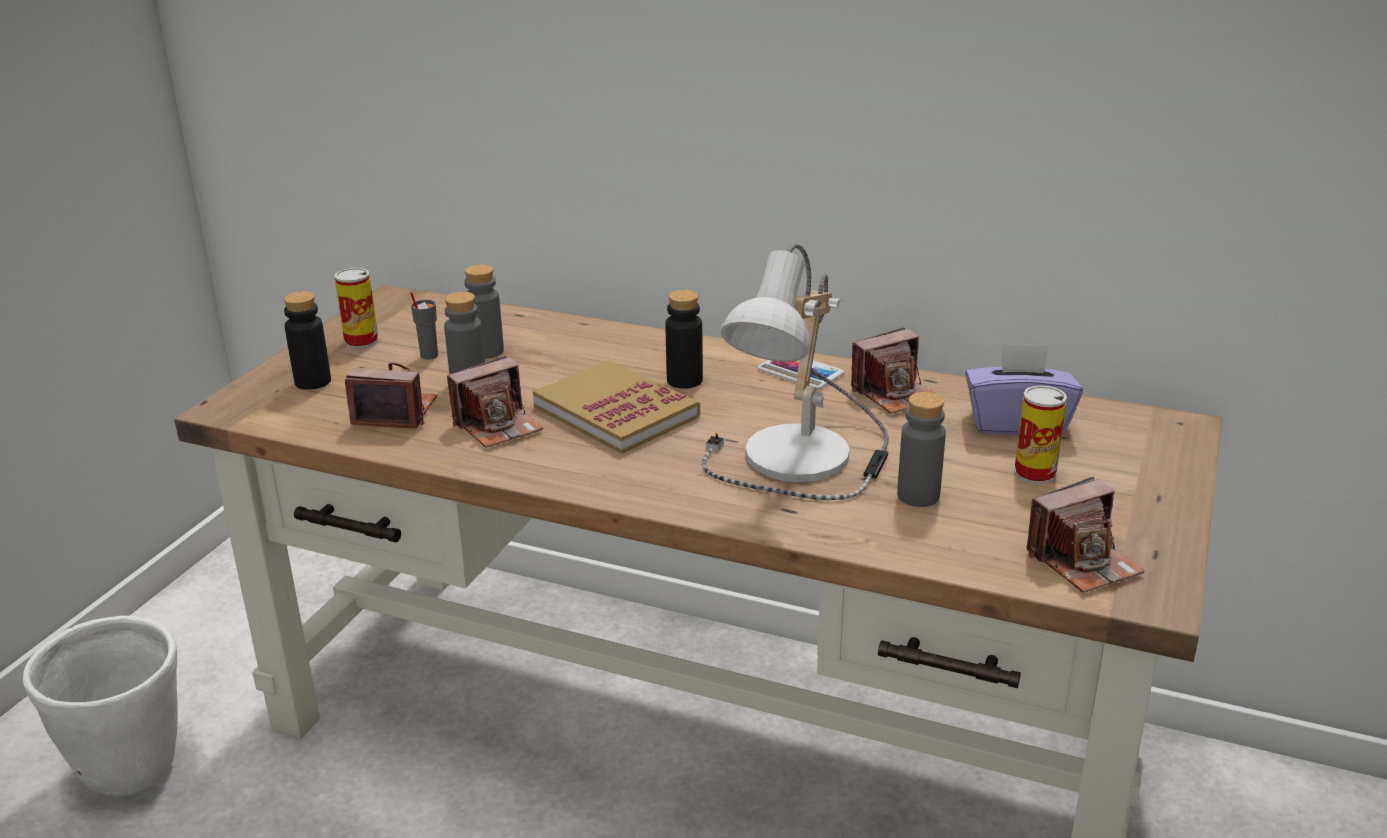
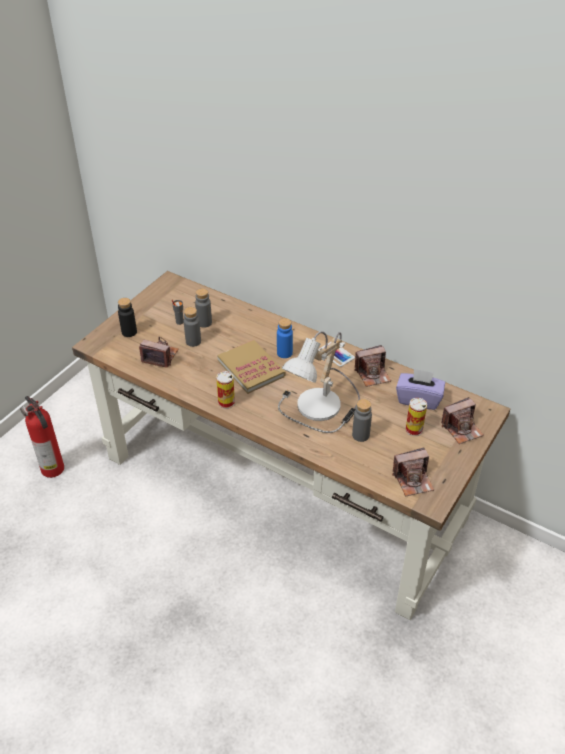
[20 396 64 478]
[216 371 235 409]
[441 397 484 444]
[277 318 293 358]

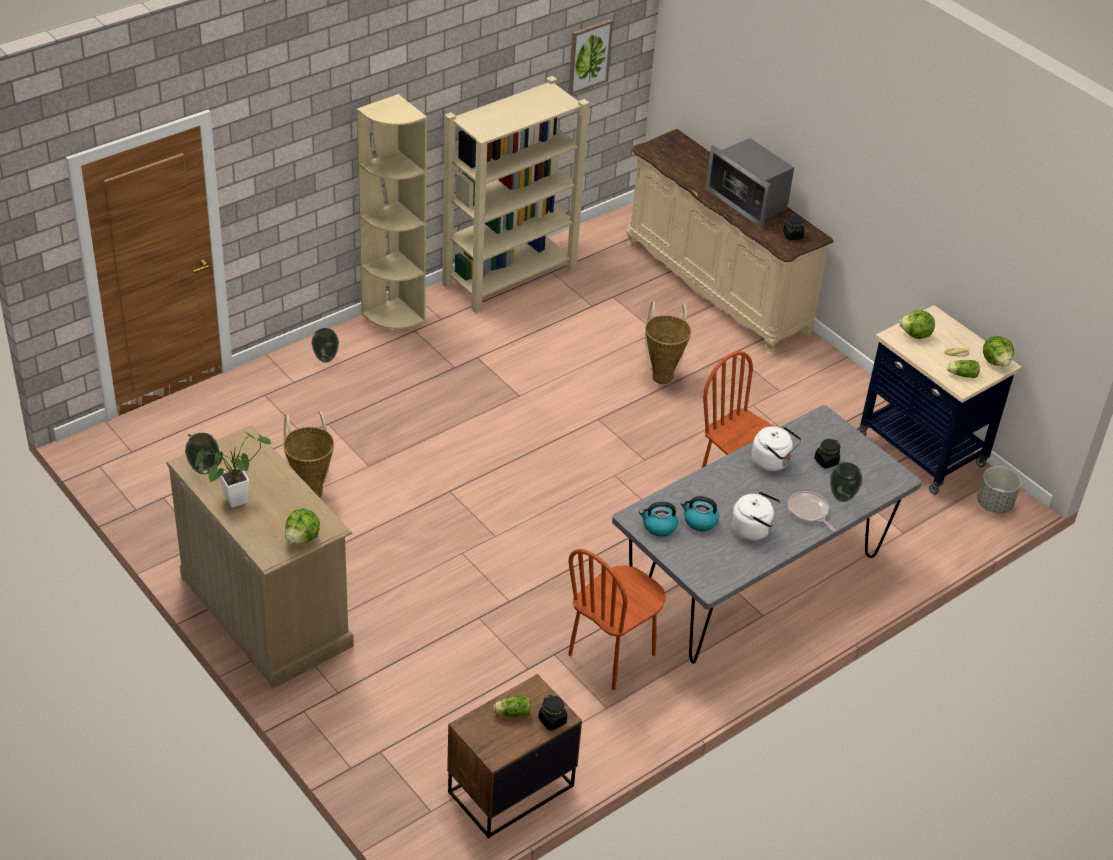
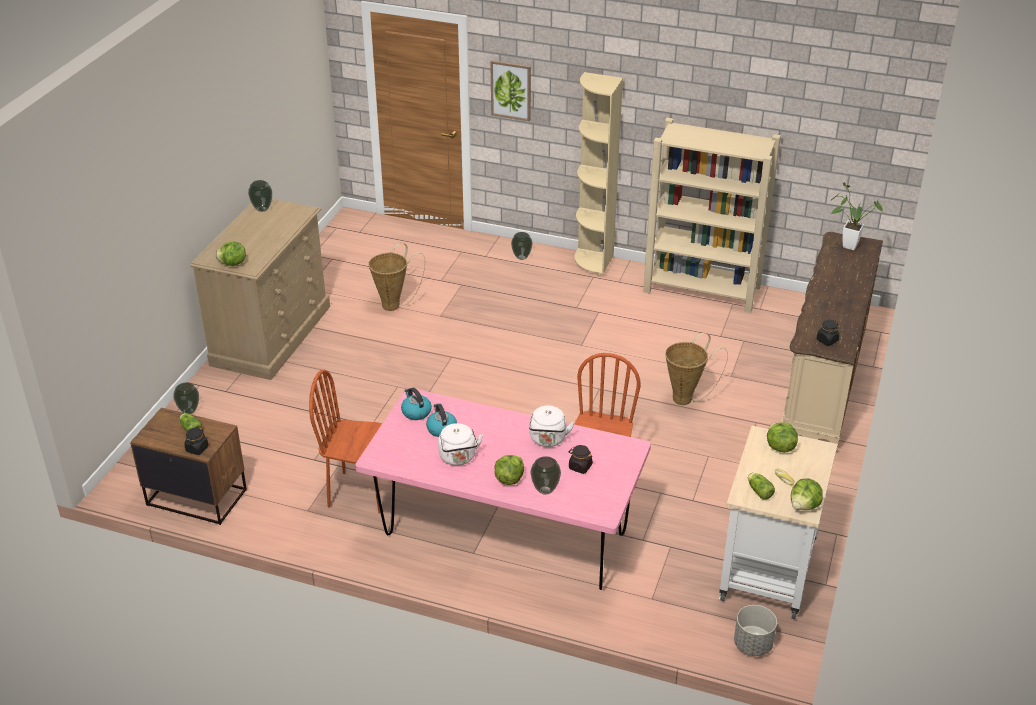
[830 183 883 250]
[490 60 531 121]
[355 388 651 590]
[705 138 794 229] (first image)
[494 455 524 485]
[719 426 838 619]
[173 383 199 414]

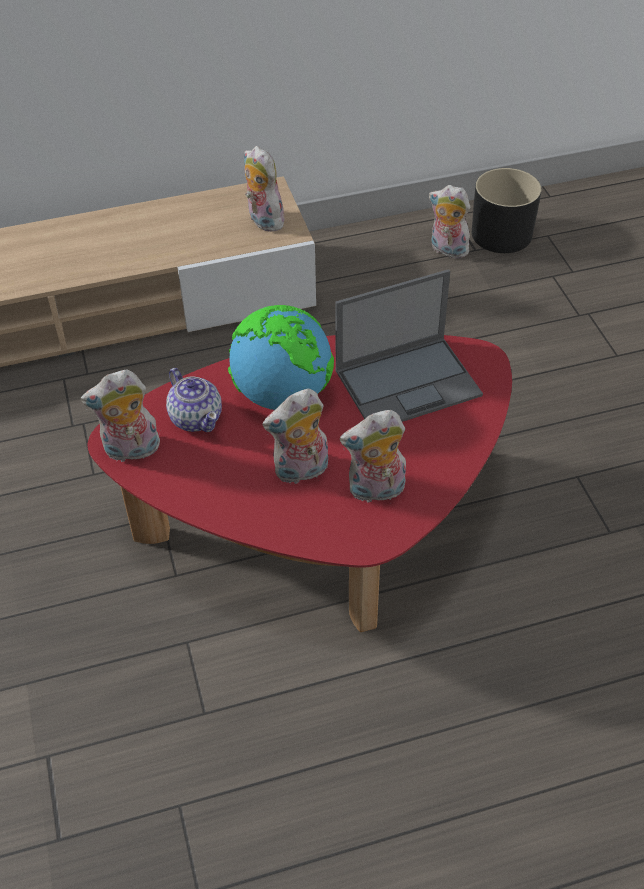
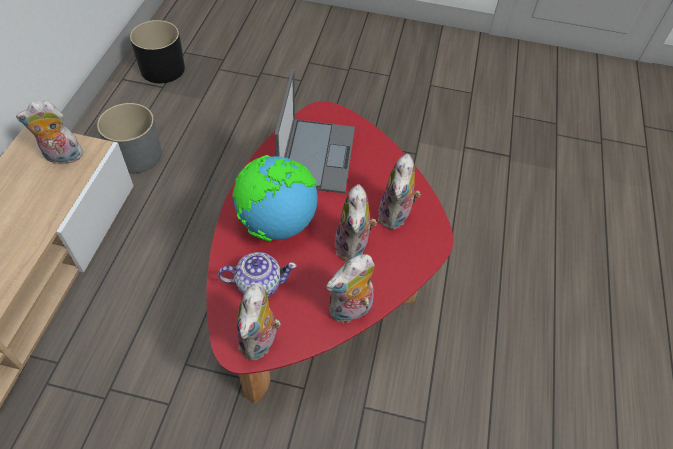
[326 254 374 323]
[97 103 162 174]

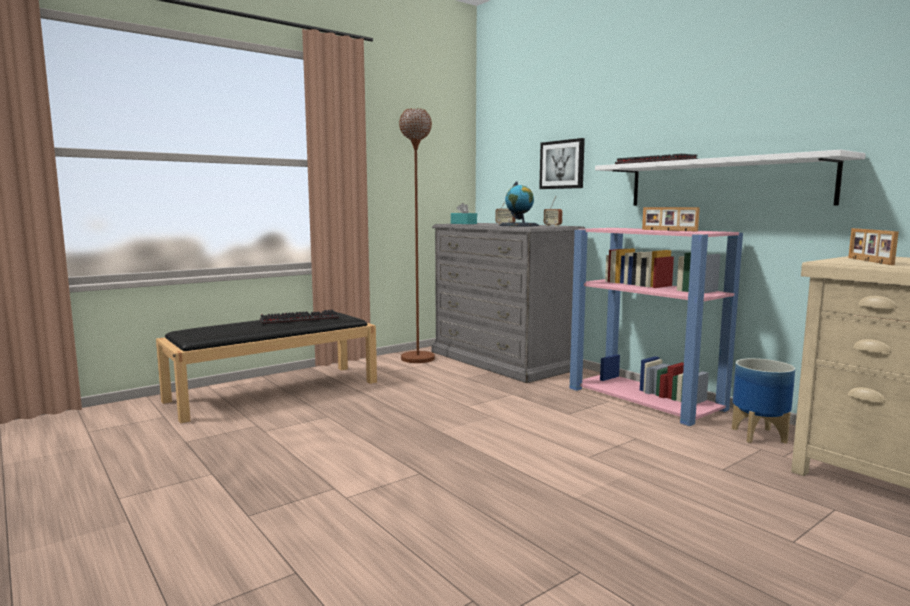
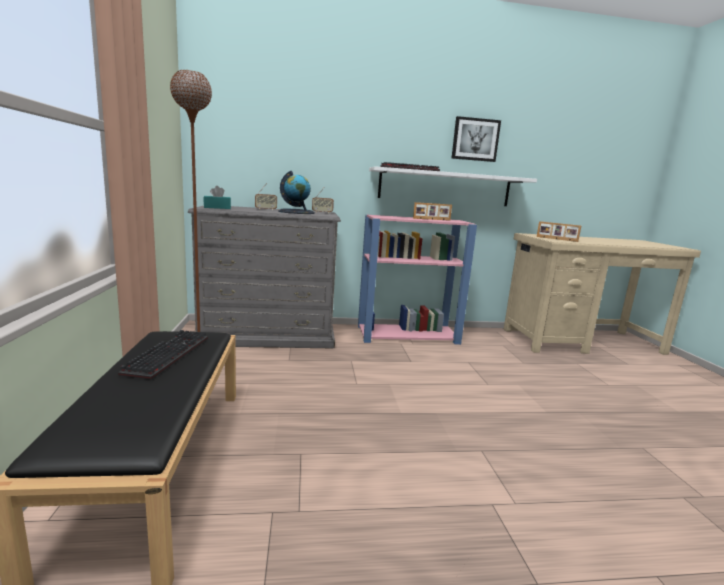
[451 116 501 162]
[732 358 795 444] (first image)

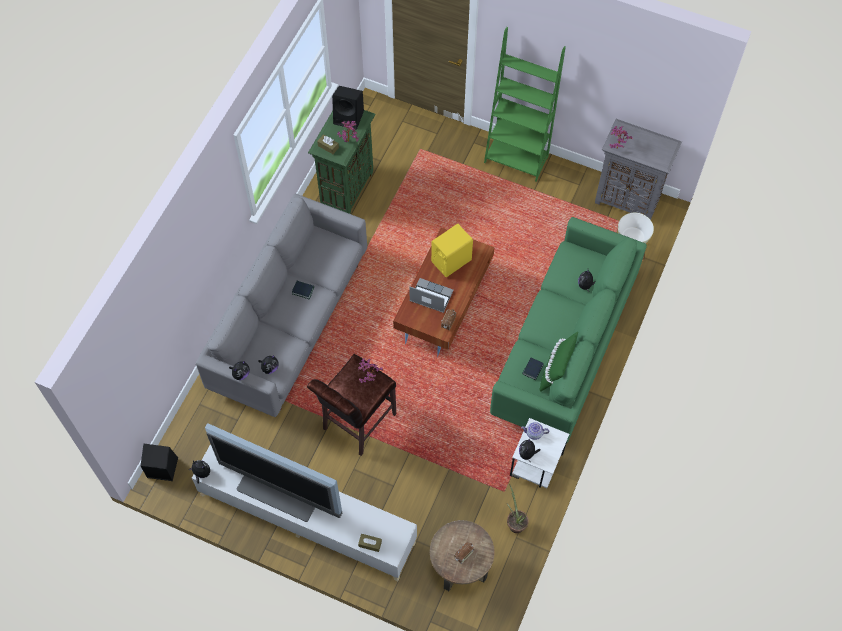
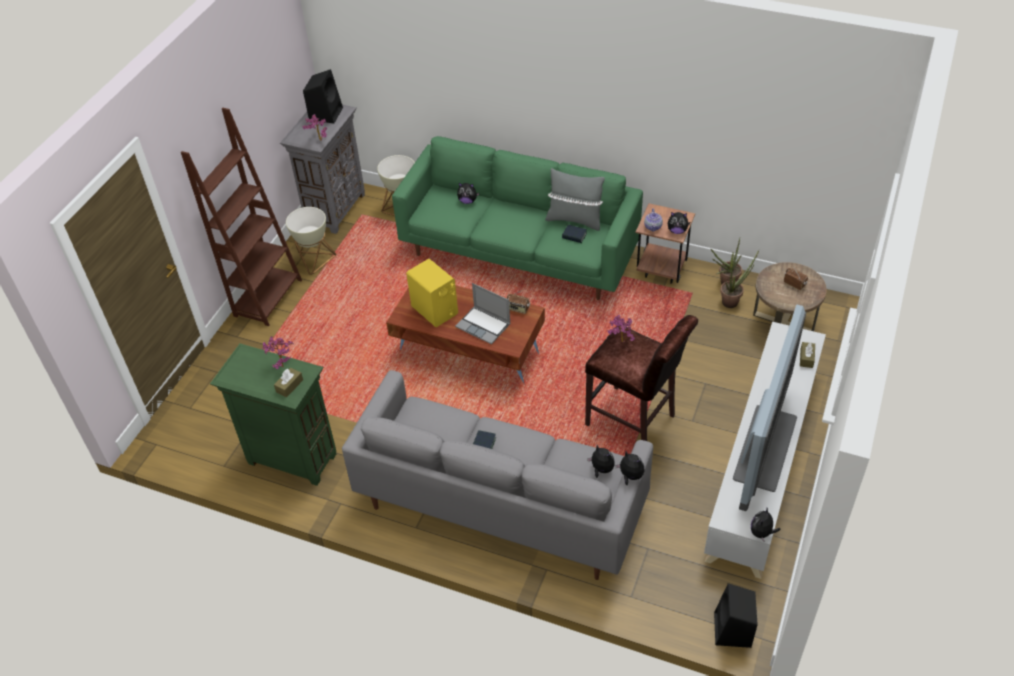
[303 69 343 123]
[455 283 511 345]
[181 108 302 326]
[636 203 695 284]
[545 168 605 231]
[286 207 336 275]
[720 250 759 308]

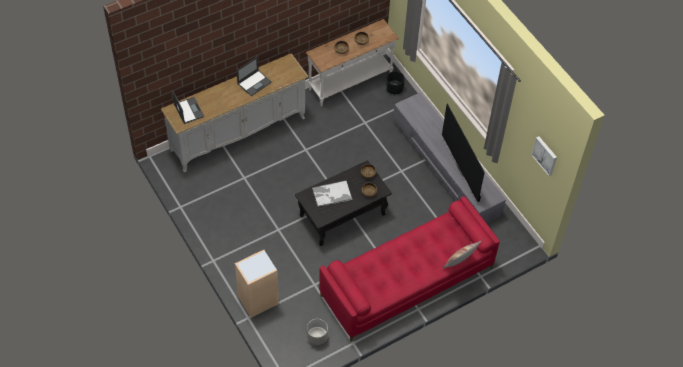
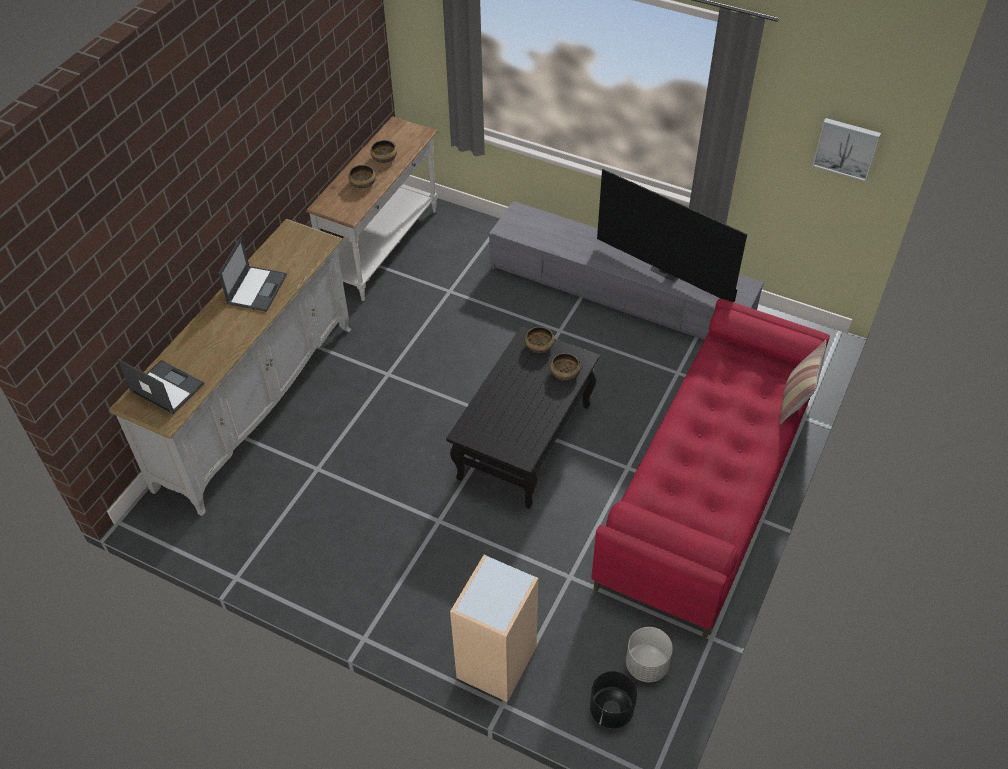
[312 180 353 207] (first image)
[590 671 637 728]

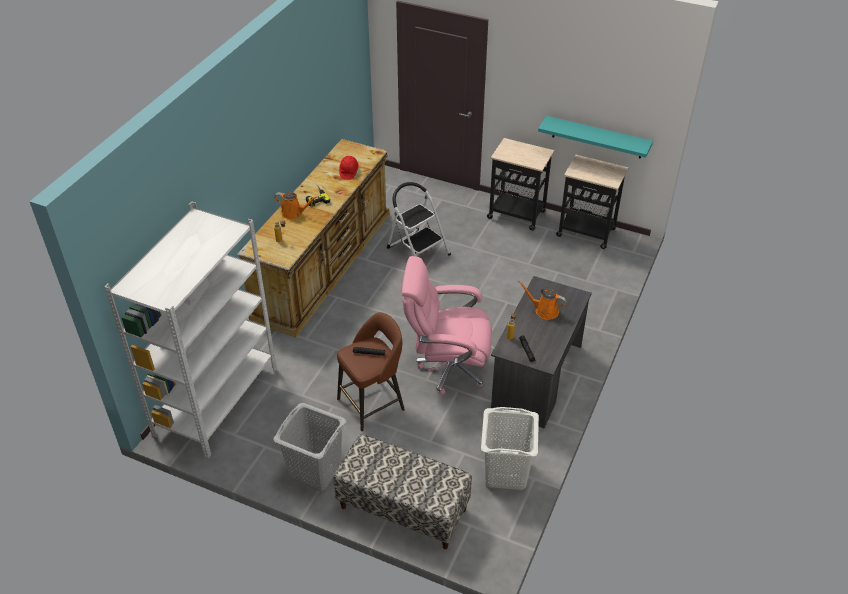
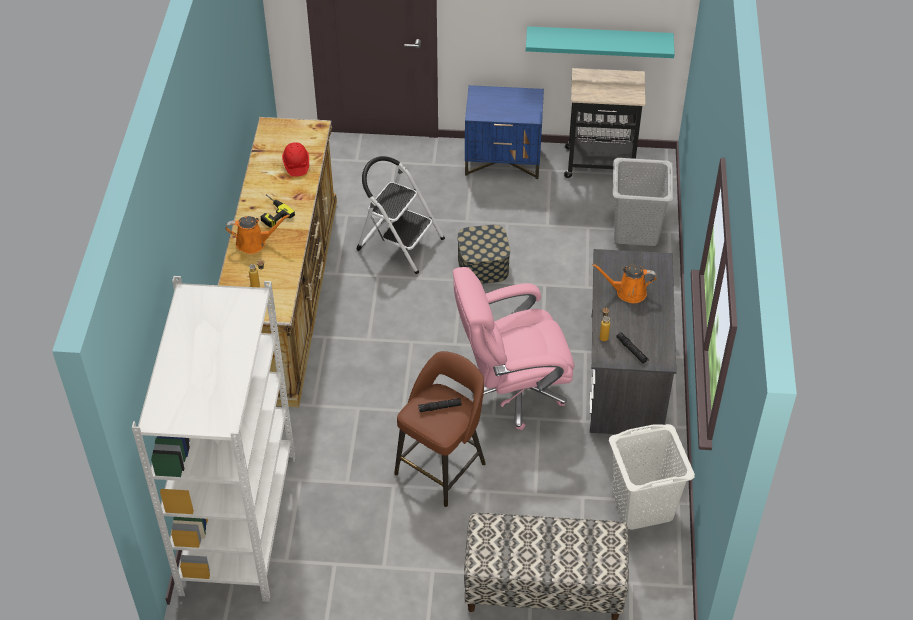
[613 158 673 246]
[465 85 544 180]
[457 225 510 284]

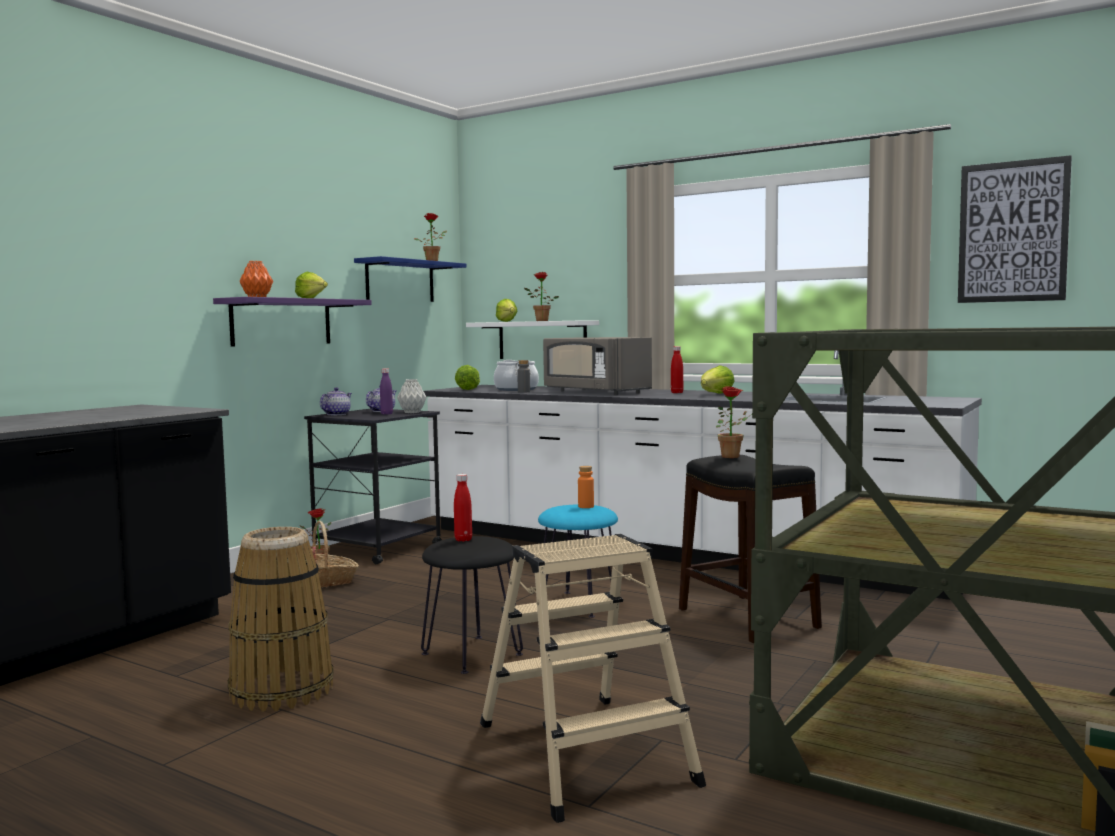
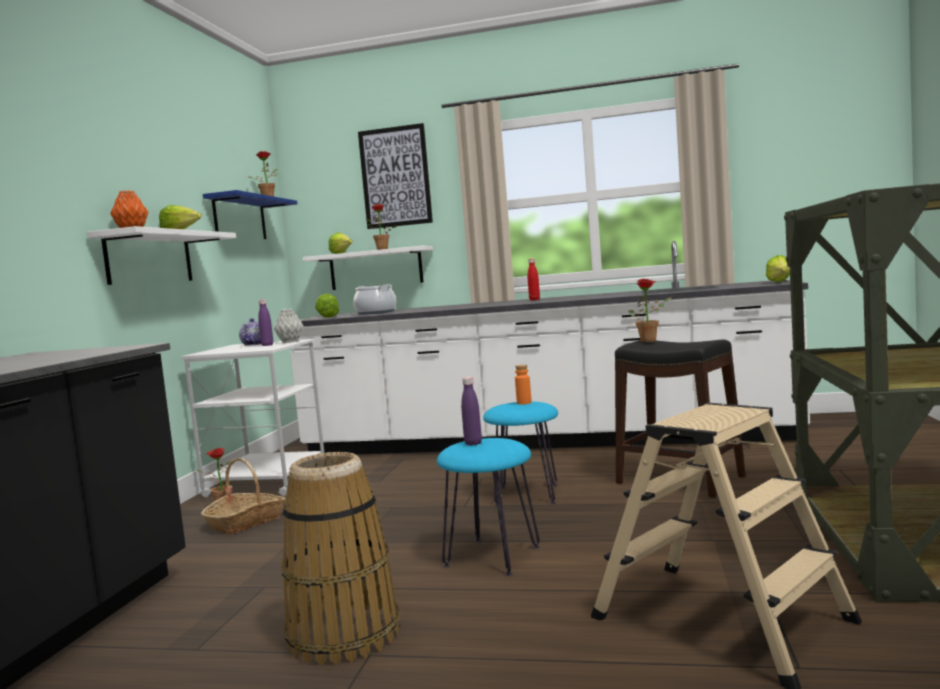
[87 226 236 285]
[181 339 324 497]
[320 388 352 415] (first image)
[437 438 540 576]
[461 377 482 445]
[517 360 530 393] (first image)
[543 337 652 395] (first image)
[766 255 790 282]
[358 123 433 229]

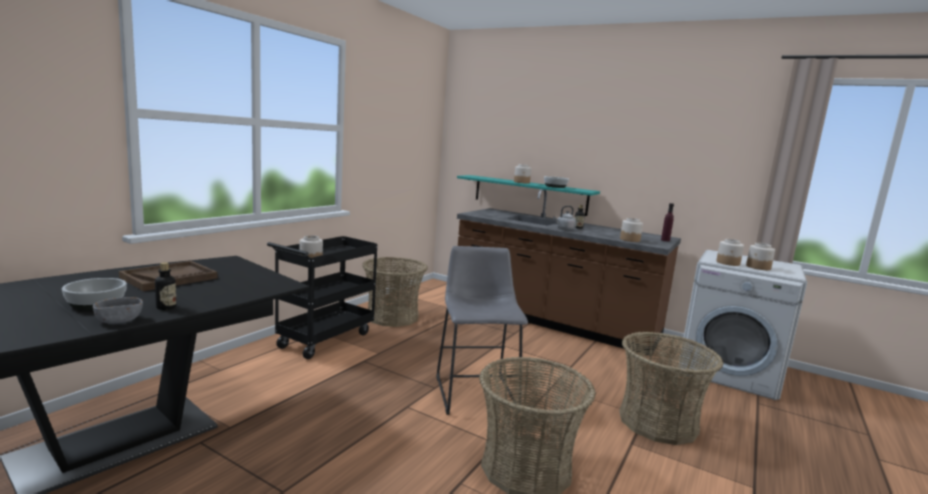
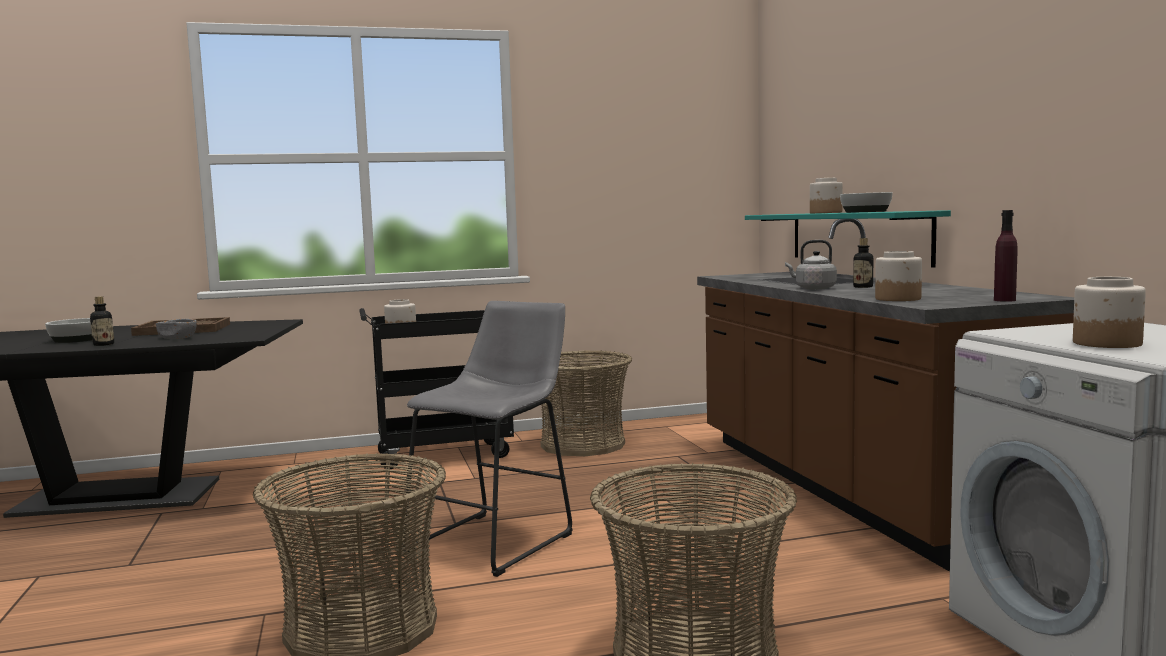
[156 319 197 339]
[716 239 744 266] (first image)

